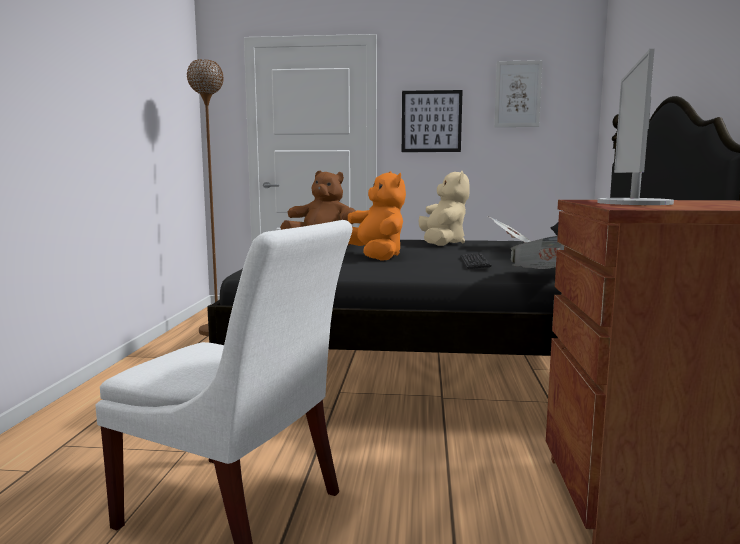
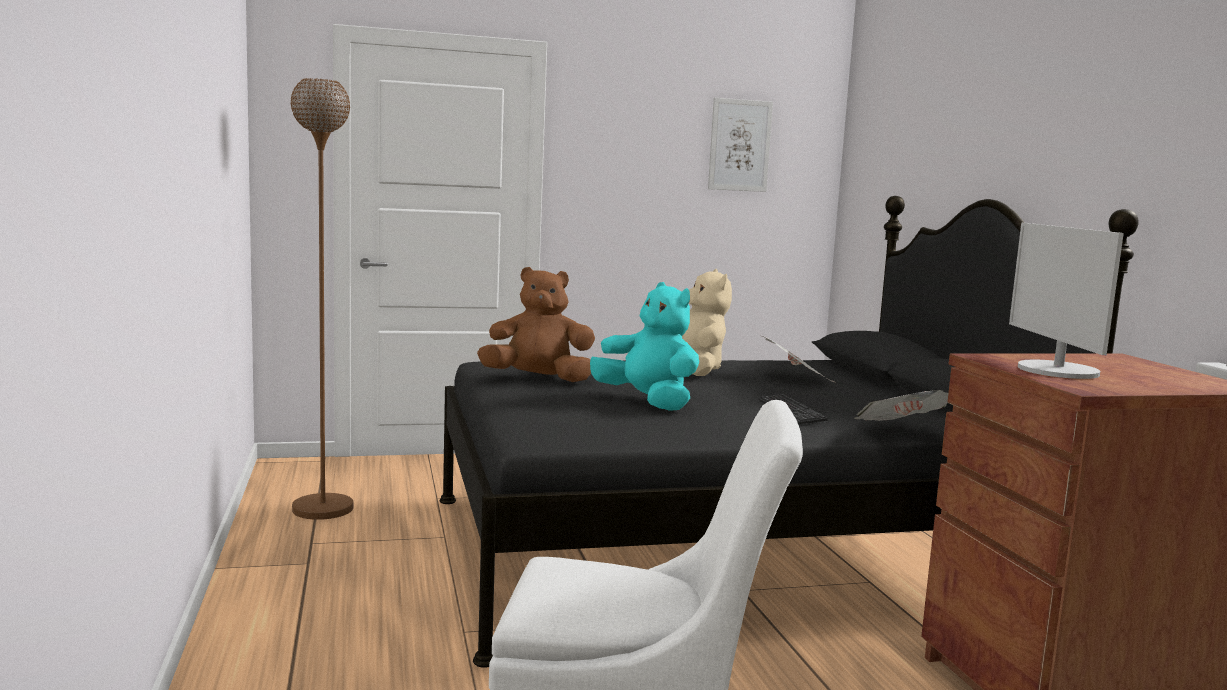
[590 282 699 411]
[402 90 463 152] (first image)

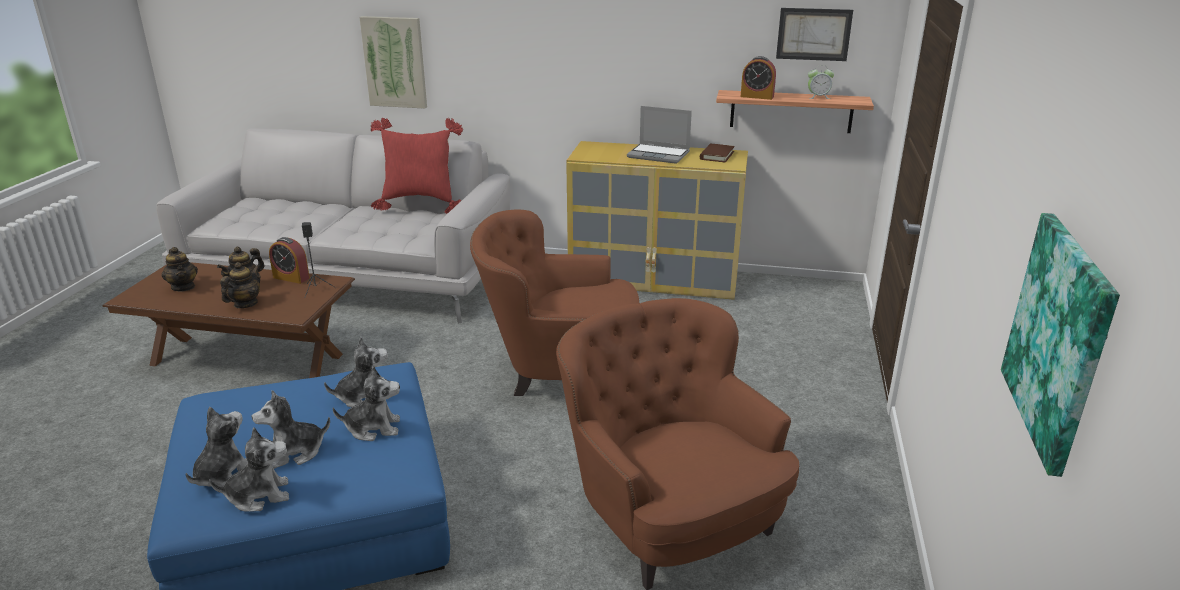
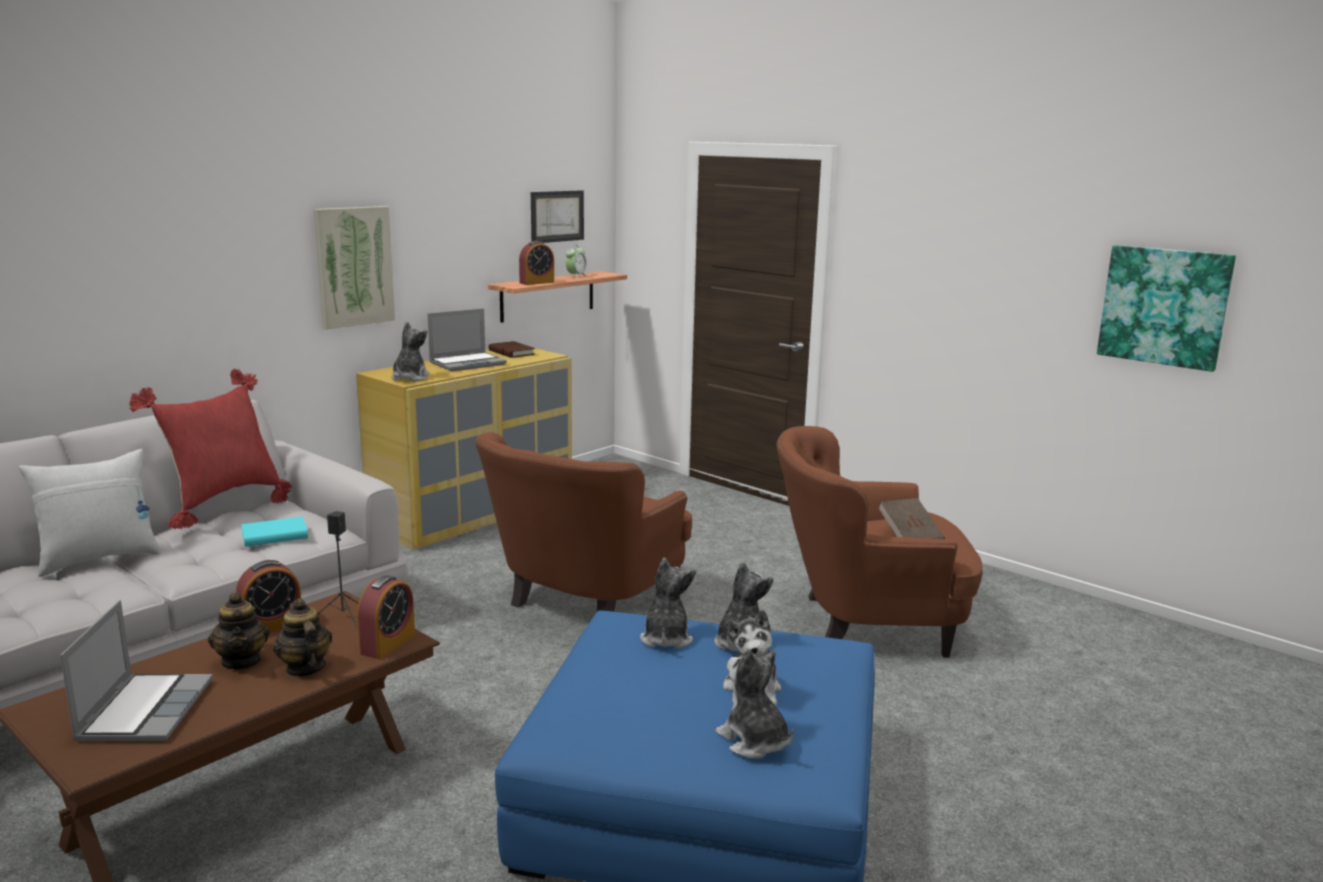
[60 600 213 741]
[391 321 430 382]
[313 206 395 330]
[18 449 161 577]
[241 516 308 547]
[357 575 415 659]
[878 498 945 539]

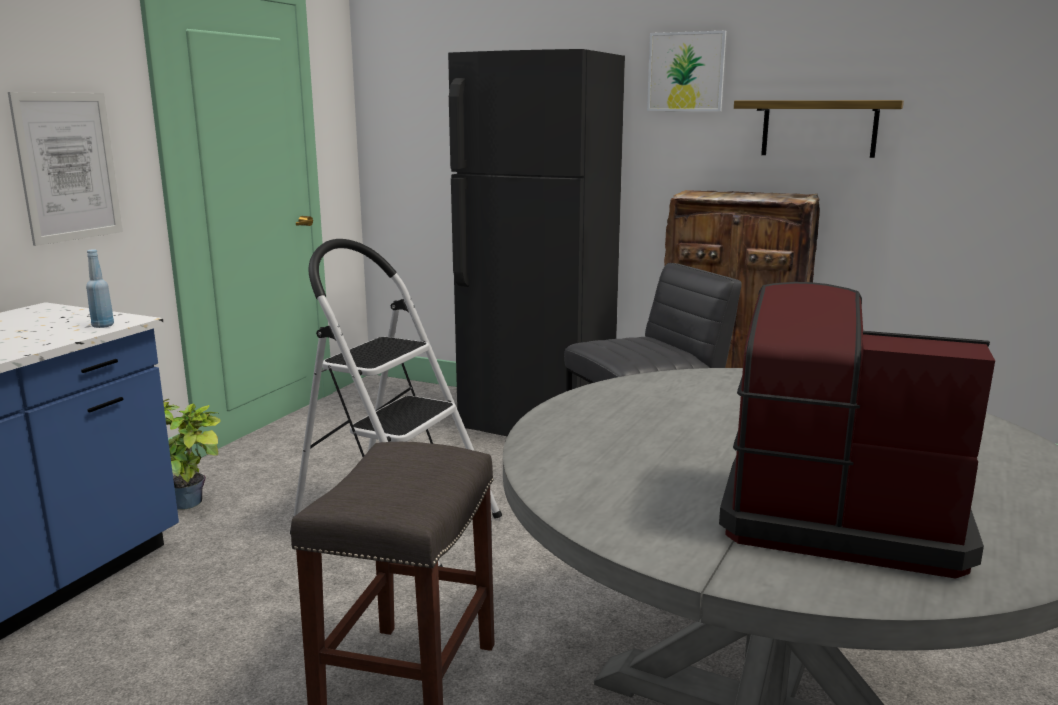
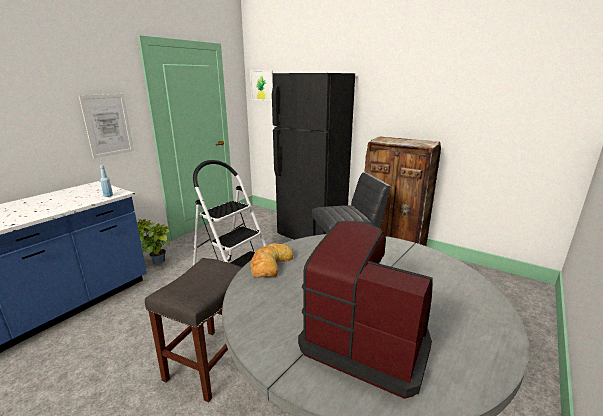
[250 70 273 101]
[734 100 904 158] (first image)
[250 243 293 278]

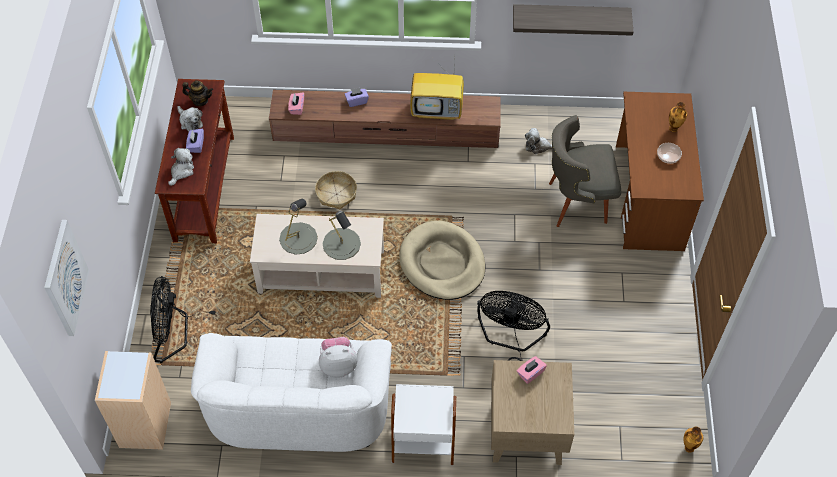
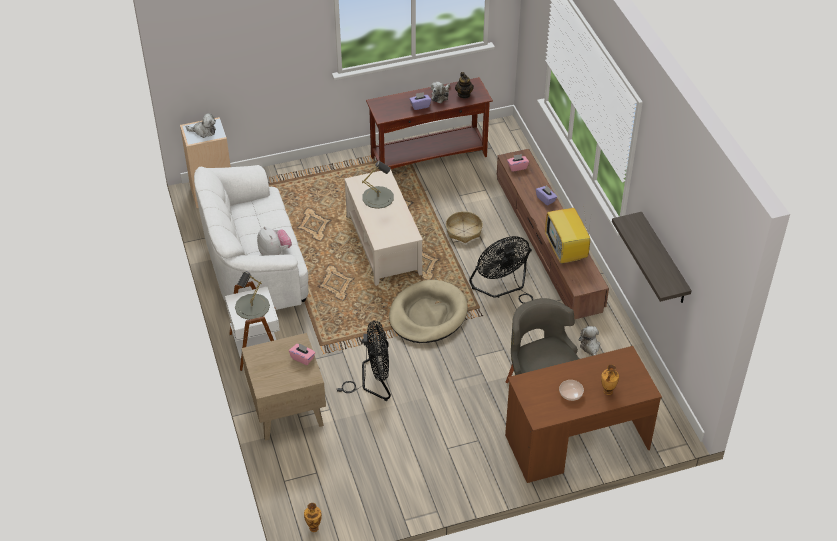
[44 220 89 336] (first image)
[469 236 533 304]
[186 113 216 138]
[235 271 270 320]

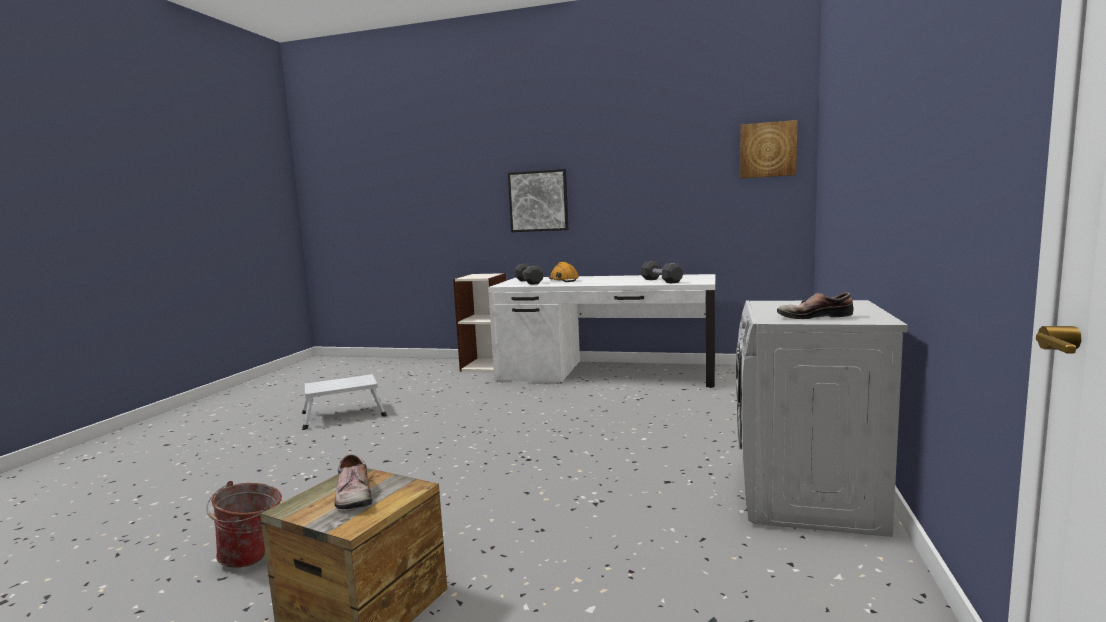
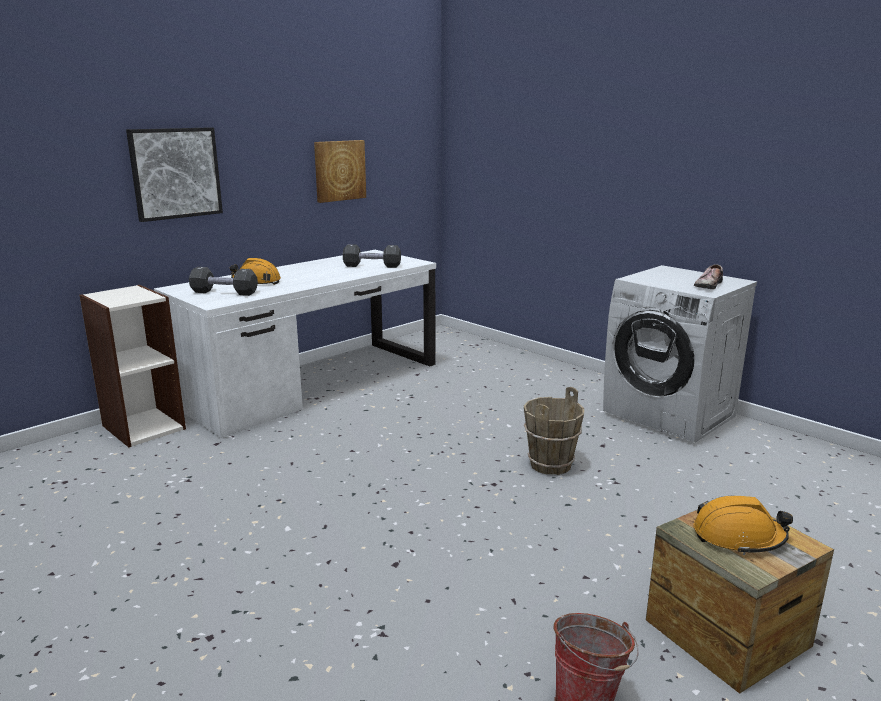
[302 374 387 430] (first image)
[693 496 793 555]
[314 140 366 203]
[524 387 584 475]

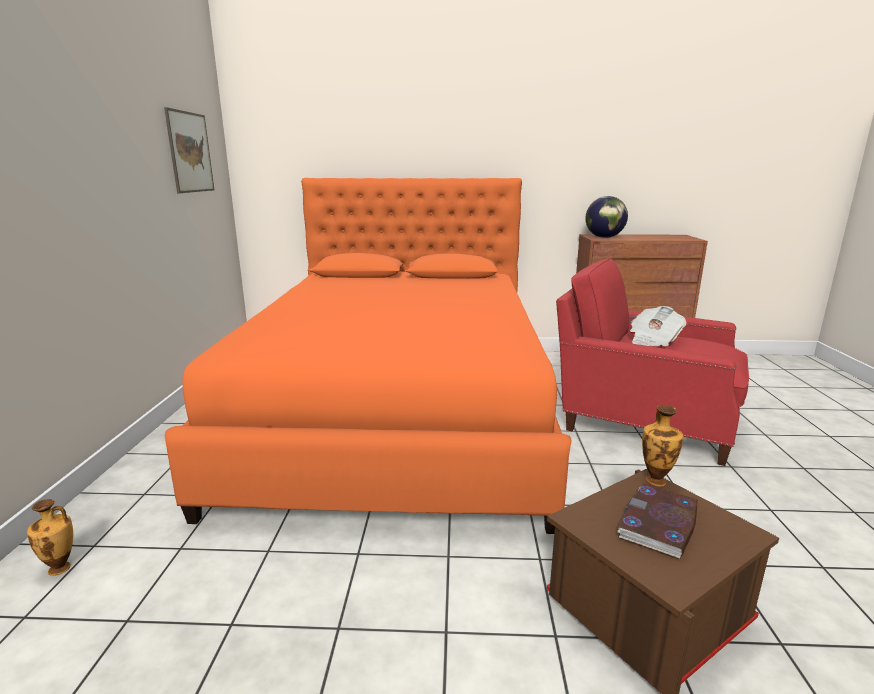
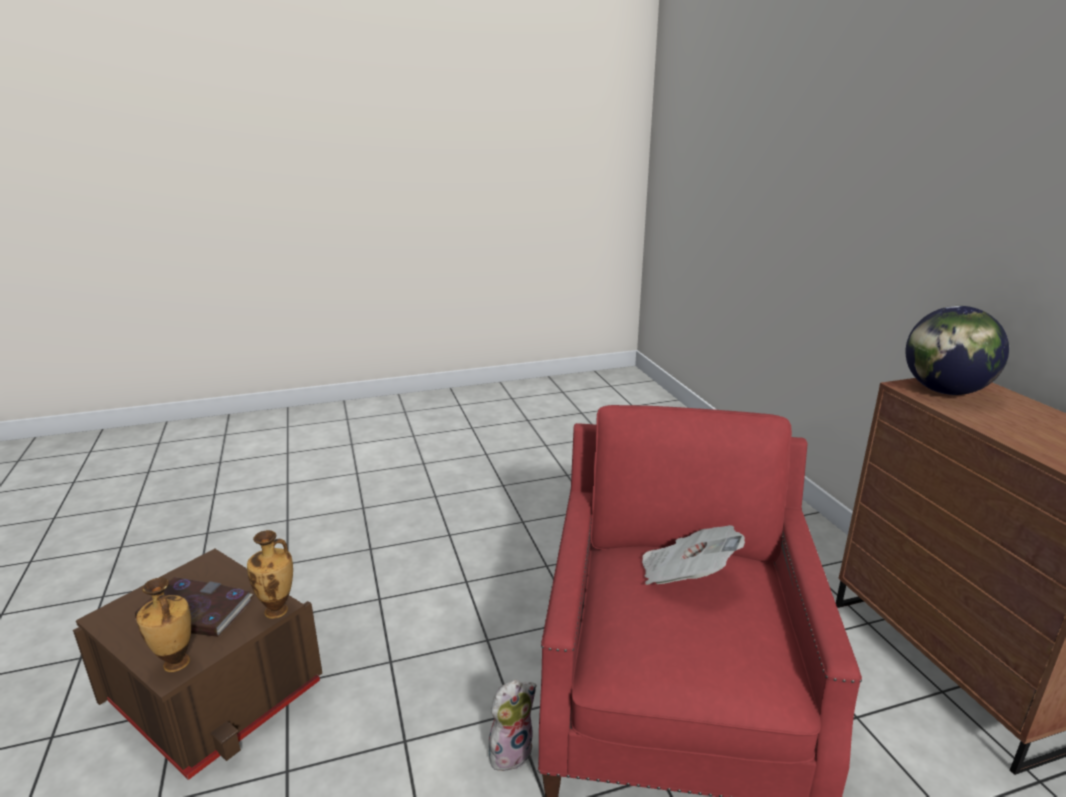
[136 577 191 672]
[164 107 214 193] (first image)
[165 178 572 534] (first image)
[489 680 536 771]

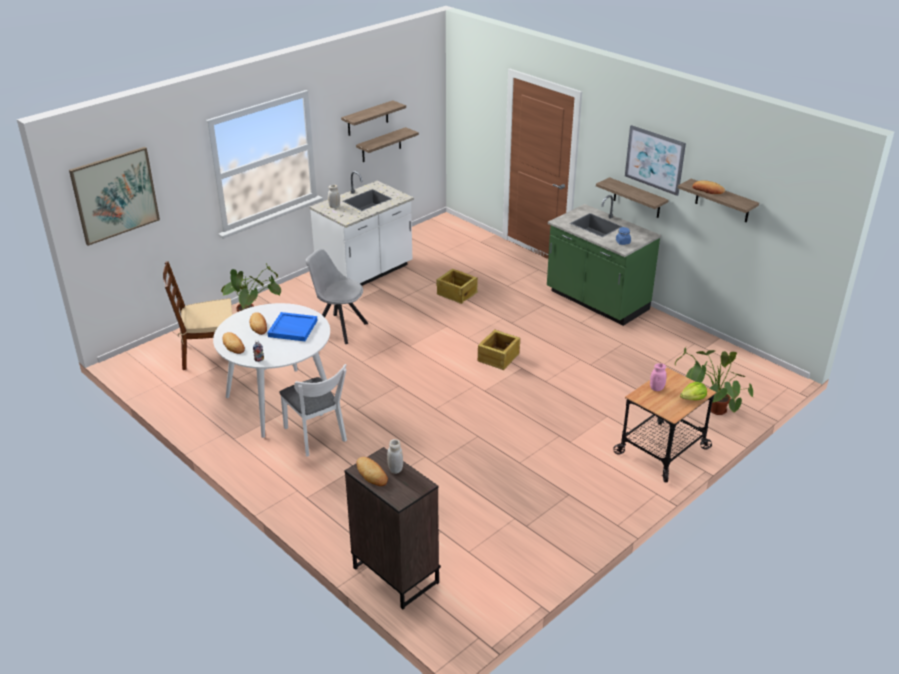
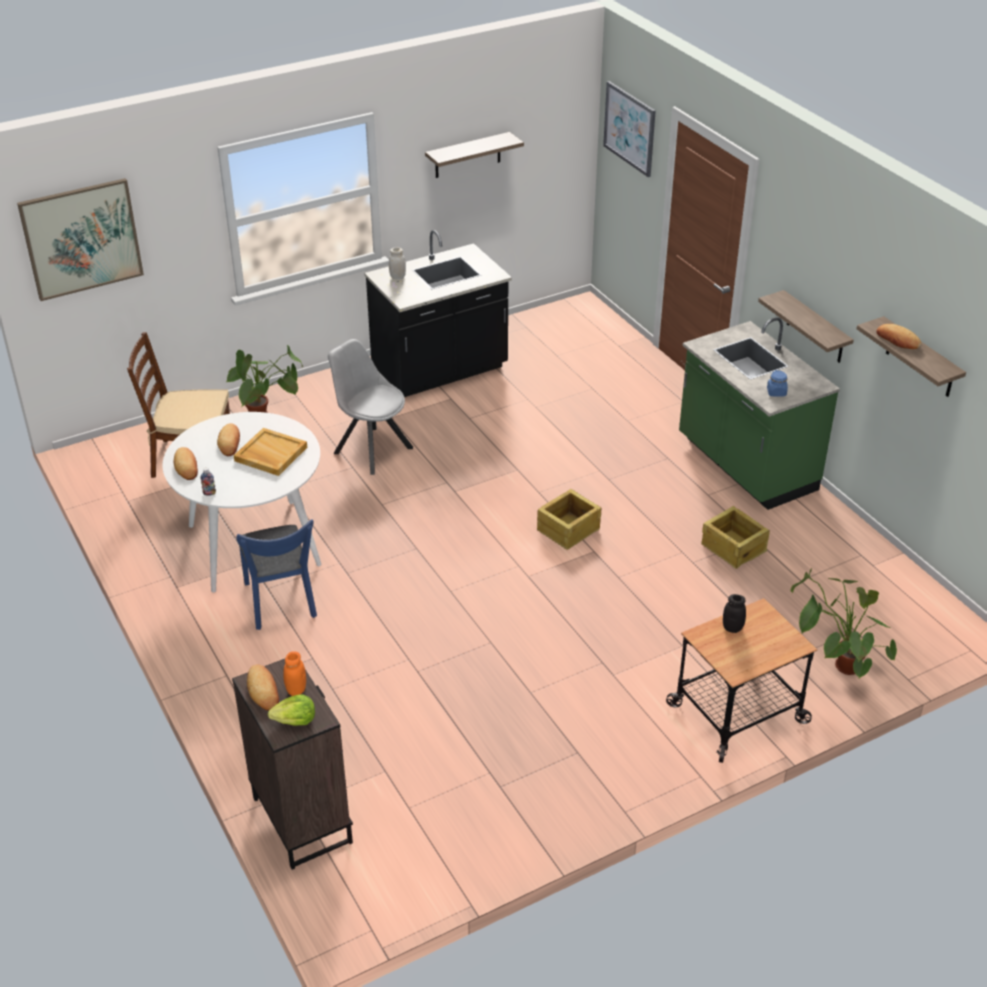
[234 428 307 476]
[236 519 317 630]
[365 230 512 397]
[356 127 419 162] (first image)
[283 651 306 696]
[701 506 770 569]
[603 81 656 177]
[723 594 746 633]
[268 694 315 726]

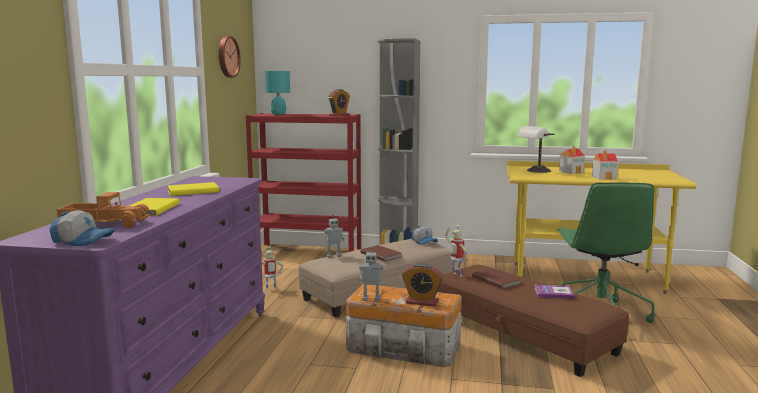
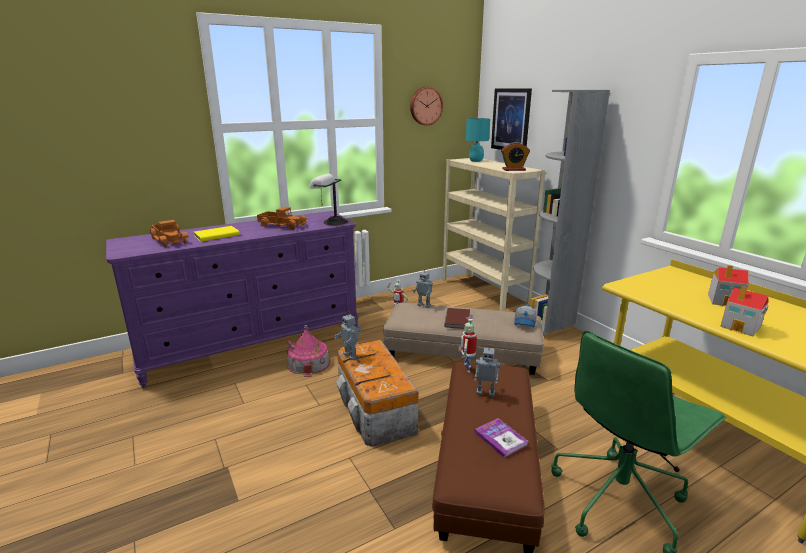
[50 210 115 246] (first image)
[257 207 307 230]
[443 158 545 311]
[402 263 443 307] (first image)
[474 344 501 397]
[309 174 348 225]
[287 325 330 377]
[491 88 532 150]

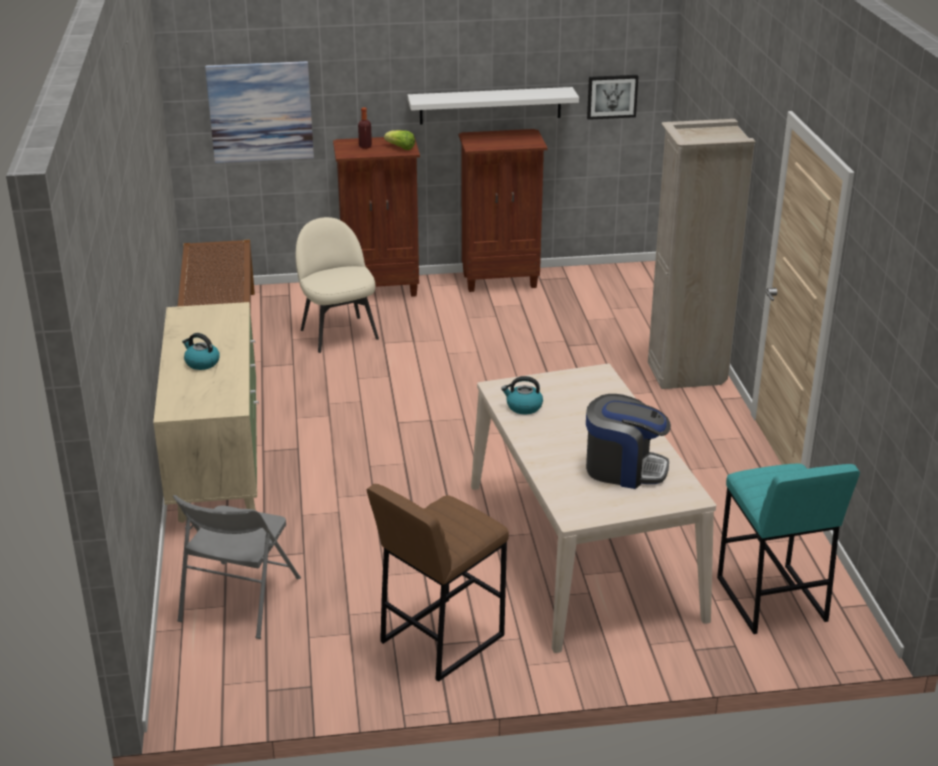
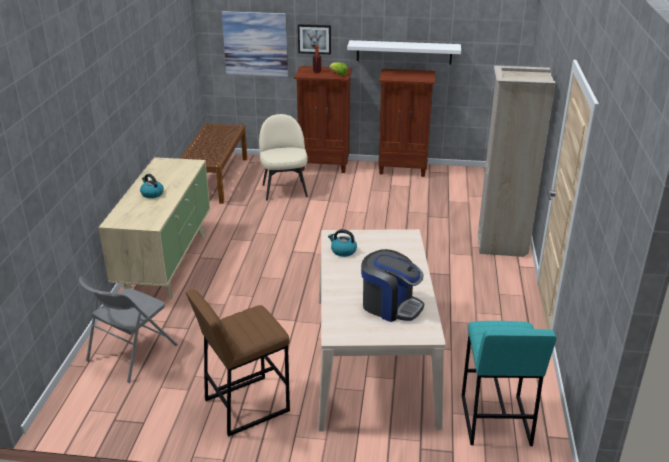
[298 24 331 54]

